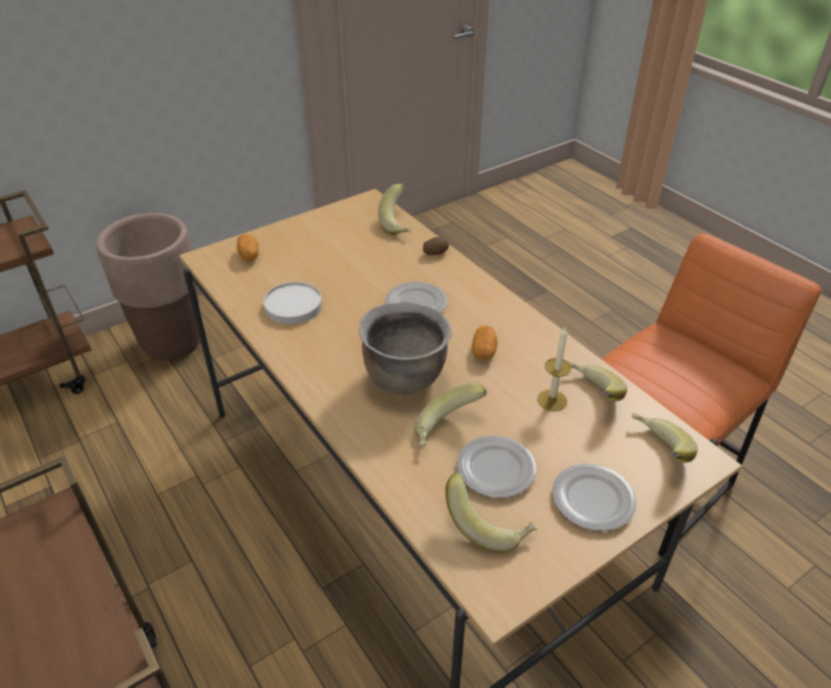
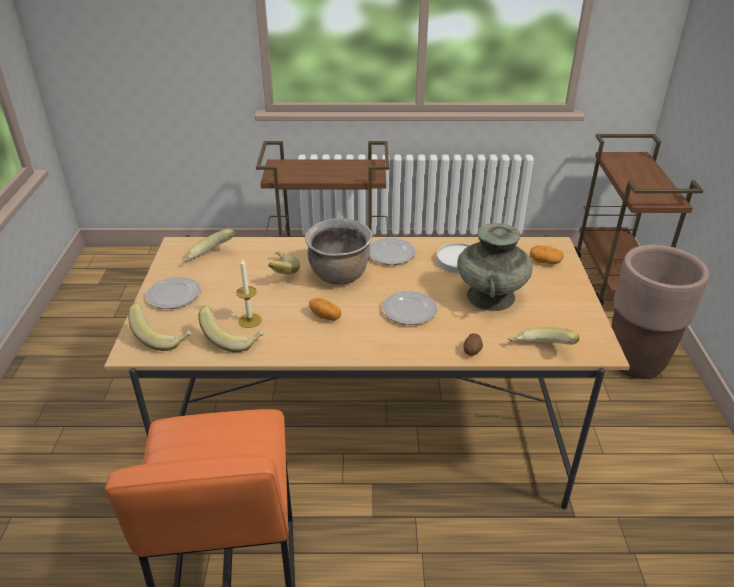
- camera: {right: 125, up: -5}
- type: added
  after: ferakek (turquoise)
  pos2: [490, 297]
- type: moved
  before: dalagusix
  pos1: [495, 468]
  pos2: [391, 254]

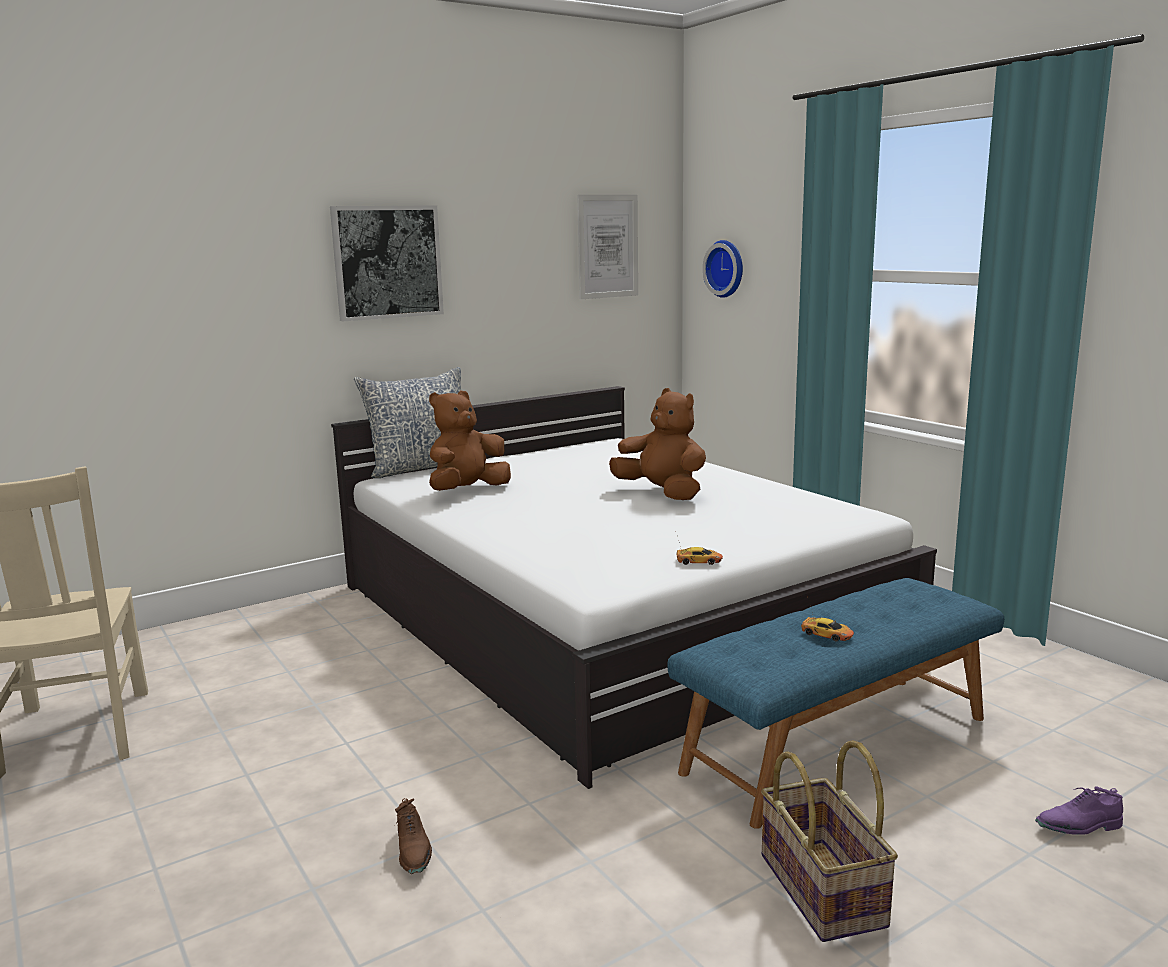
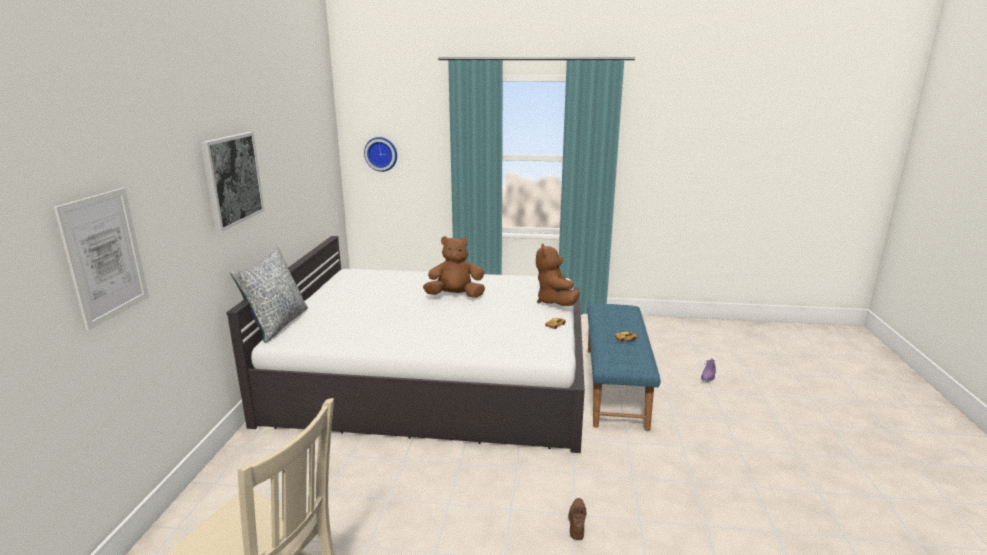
- camera: {right: -50, up: 5}
- type: removed
  before: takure
  pos1: [824, 890]
- type: moved
  before: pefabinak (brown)
  pos1: [467, 491]
  pos2: [555, 302]
- type: moved
  before: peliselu
  pos1: [608, 246]
  pos2: [105, 256]
- type: turned
  before: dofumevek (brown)
  pos1: [413, 852]
  pos2: [577, 522]
  turn: -105

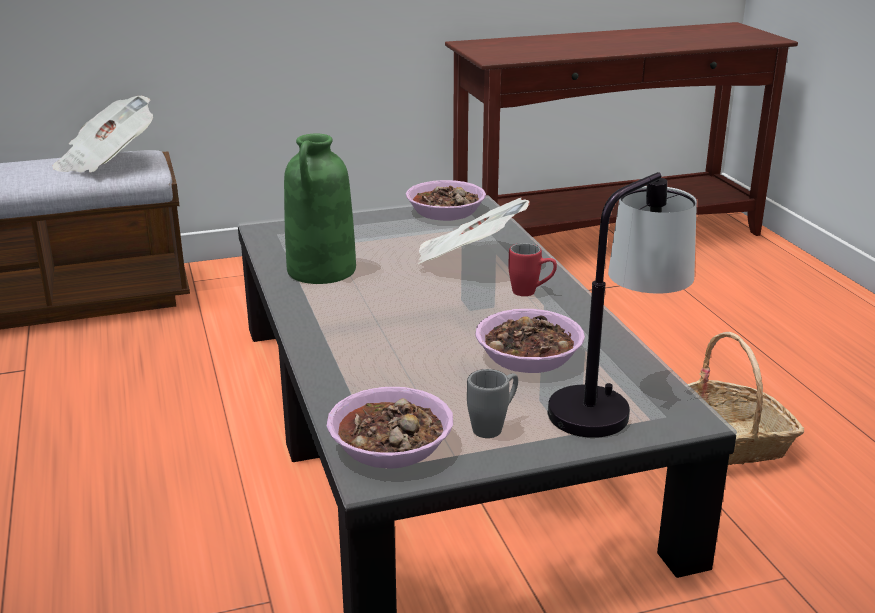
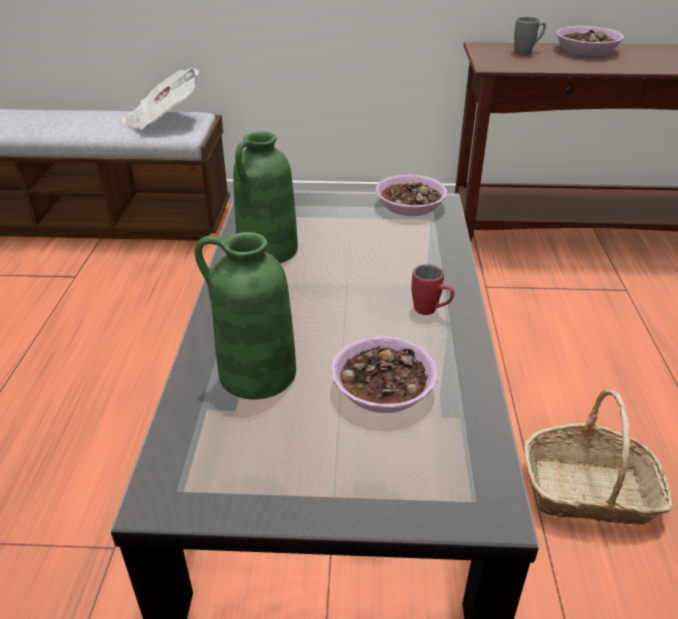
- camera: {right: 20, up: 10}
- type: removed
  before: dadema
  pos1: [468, 259]
- type: removed
  before: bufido
  pos1: [613, 401]
- type: added
  after: ferakek (green)
  pos2: [256, 374]
- type: moved
  before: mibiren
  pos1: [392, 444]
  pos2: [586, 50]
- type: moved
  before: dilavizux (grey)
  pos1: [494, 426]
  pos2: [527, 52]

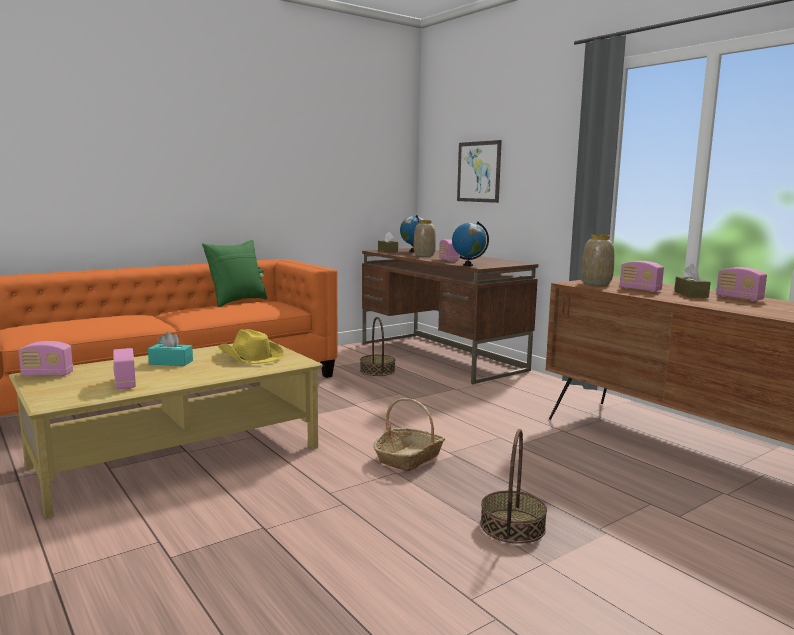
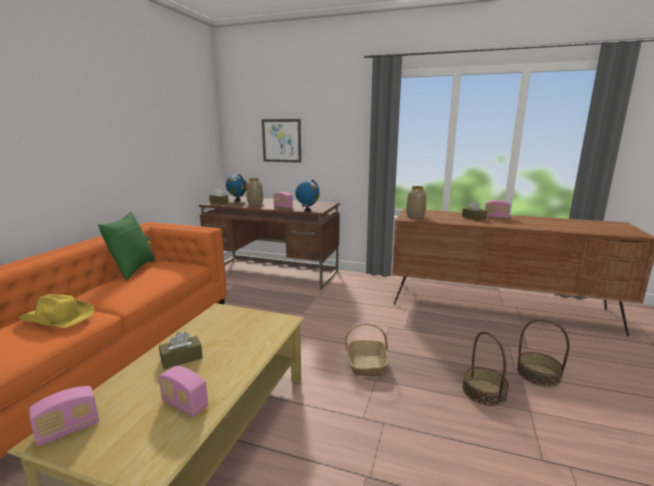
- camera: {right: -35, up: 5}
- type: removed
  before: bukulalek
  pos1: [640, 289]
- type: moved
  before: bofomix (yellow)
  pos1: [250, 356]
  pos2: [58, 318]
- type: moved
  before: takure
  pos1: [377, 371]
  pos2: [538, 374]
- type: recoloured
  before: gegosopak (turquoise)
  after: gegosopak (brown)
  pos1: [171, 362]
  pos2: [181, 359]

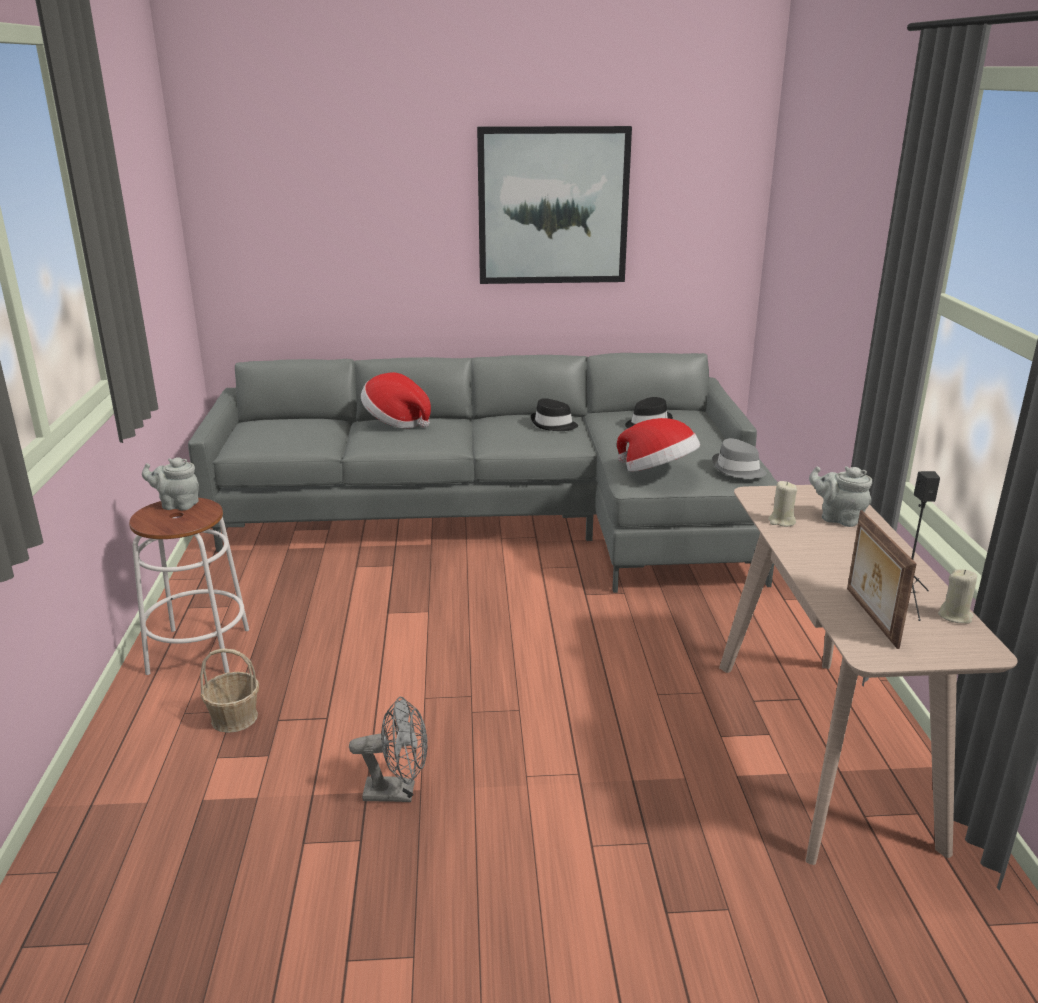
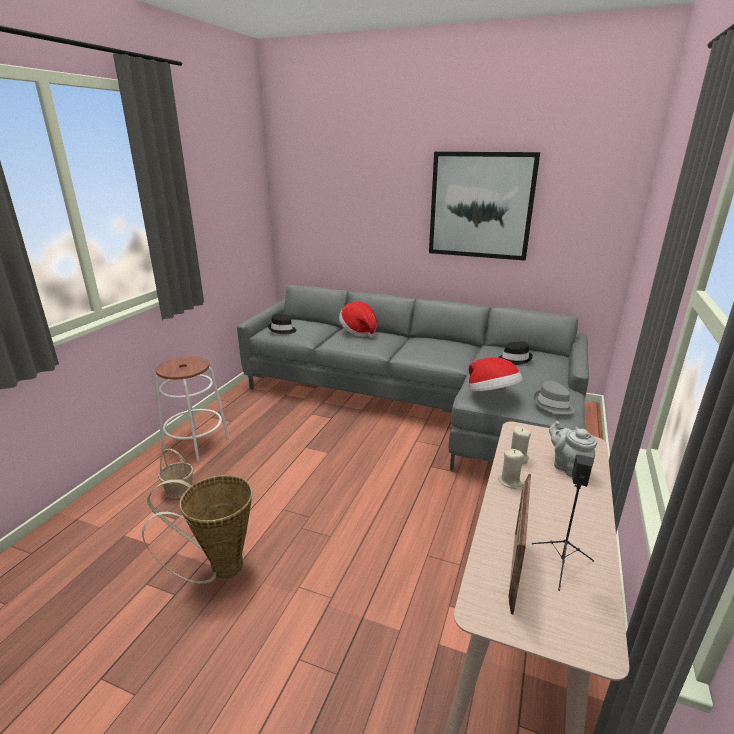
- camera: {right: 25, up: 0}
- type: removed
  before: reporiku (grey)
  pos1: [177, 505]
- type: moved
  before: bofomix (black)
  pos1: [553, 425]
  pos2: [282, 330]
- type: moved
  before: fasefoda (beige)
  pos1: [955, 616]
  pos2: [510, 482]
- type: replaced
  before: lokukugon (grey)
  after: takure
  pos1: [398, 792]
  pos2: [219, 569]

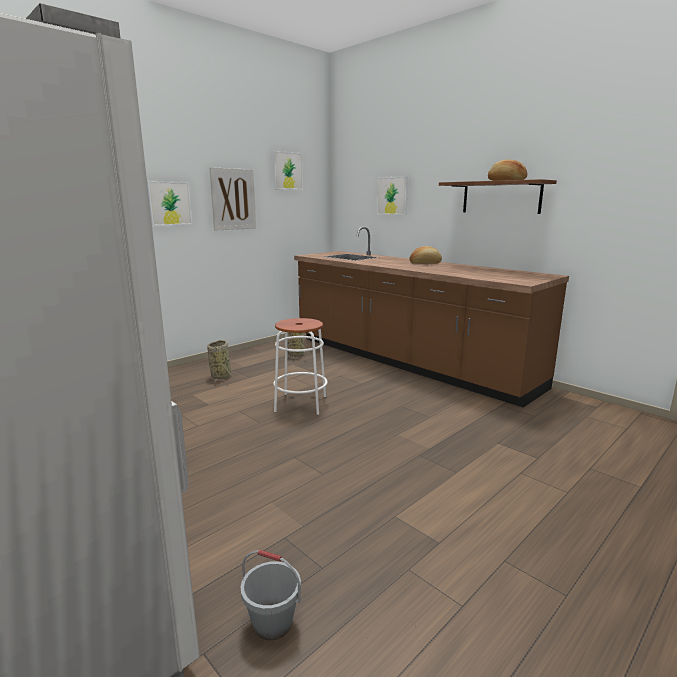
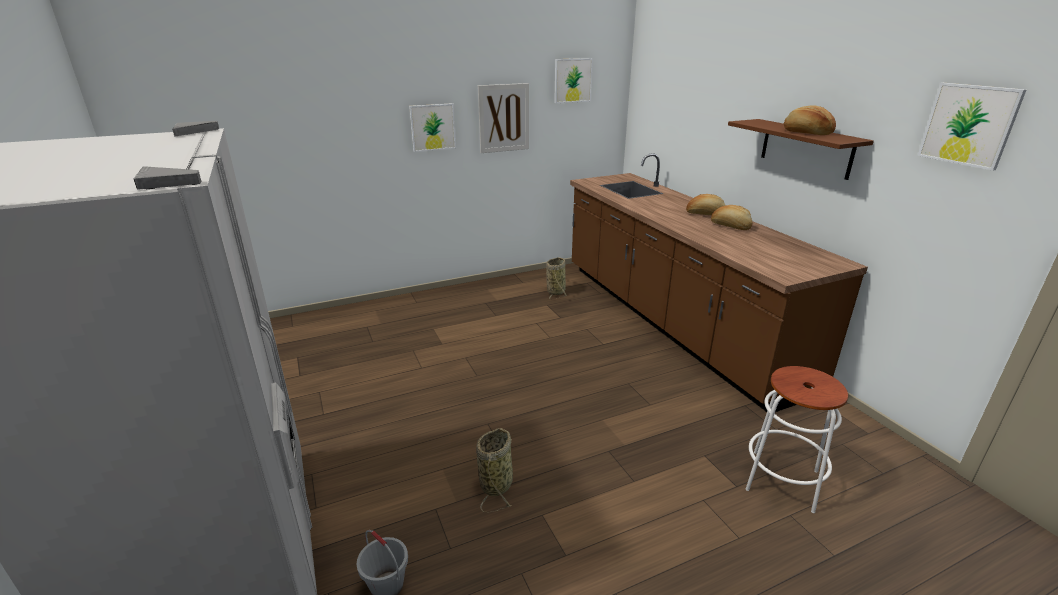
- camera: {right: 20, up: 10}
- type: added
  after: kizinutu
  pos2: [730, 226]
- type: moved
  before: takure
  pos1: [221, 376]
  pos2: [497, 483]
- type: moved
  before: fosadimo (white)
  pos1: [301, 403]
  pos2: [782, 480]
- type: moved
  before: peliselu
  pos1: [392, 196]
  pos2: [969, 125]

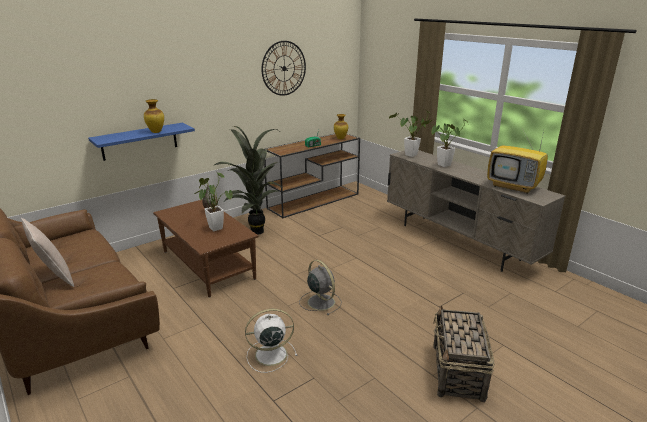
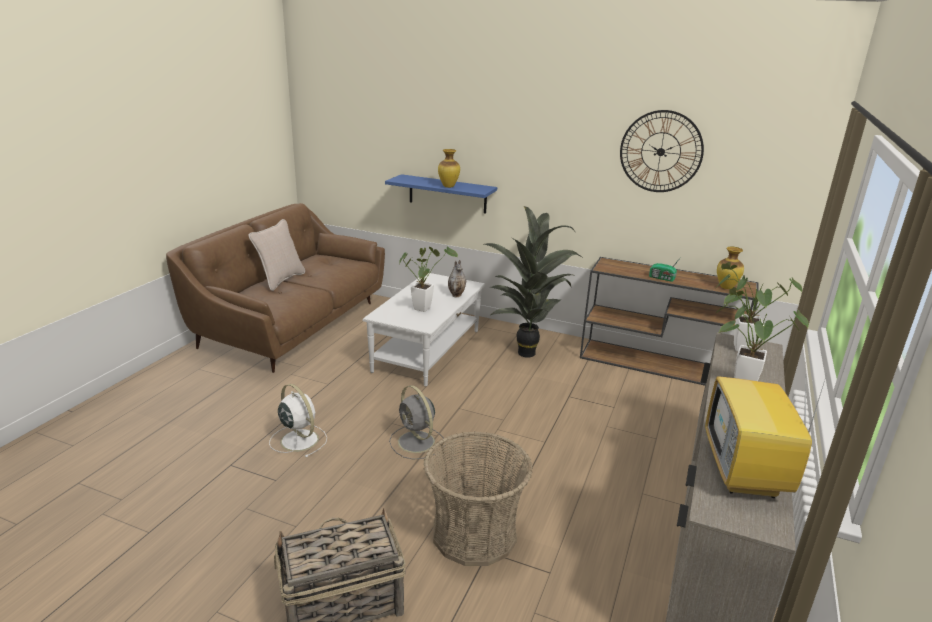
- camera: {right: 60, up: 0}
- type: added
  after: takure
  pos2: [474, 534]
- type: recoloured
  before: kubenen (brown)
  after: kubenen (white)
  pos1: [207, 264]
  pos2: [427, 350]
- type: turned
  before: lokukugon (grey)
  pos1: [320, 301]
  pos2: [417, 443]
  turn: 120

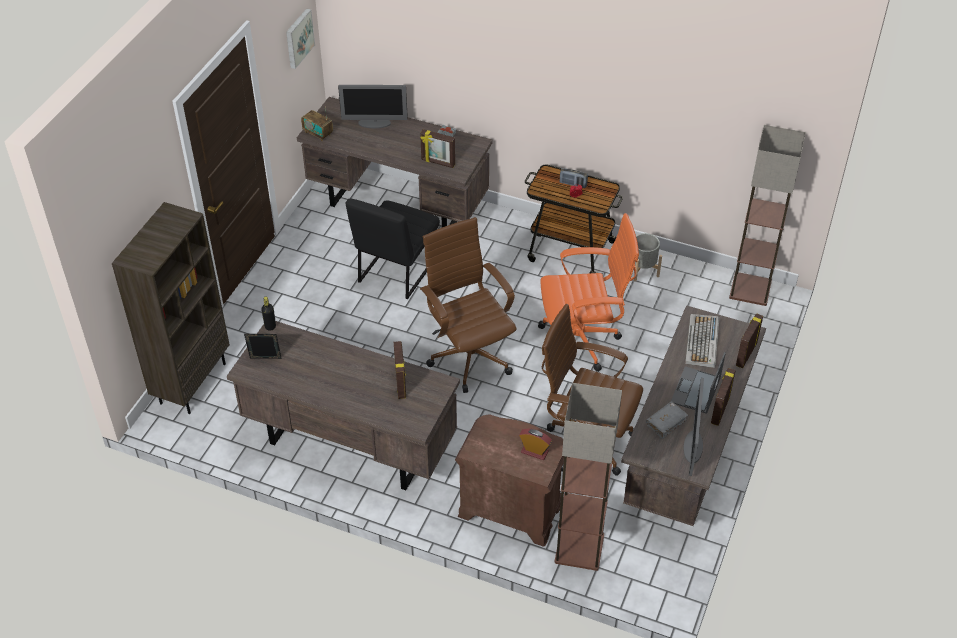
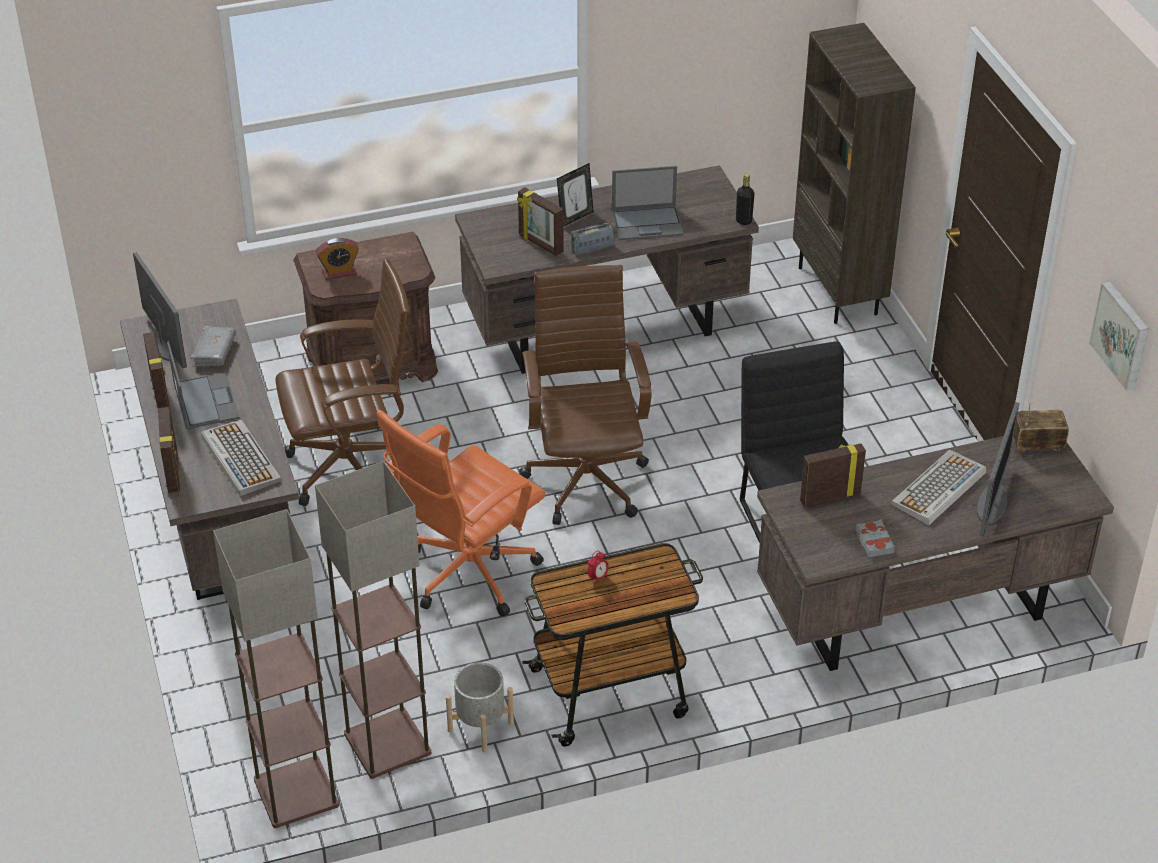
- camera: {right: 140, up: -5}
- type: added
  after: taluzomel
  pos2: [648, 223]
- type: added
  after: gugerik
  pos2: [938, 489]
- type: moved
  before: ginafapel
  pos1: [265, 360]
  pos2: [575, 218]
- type: moved
  before: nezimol
  pos1: [578, 549]
  pos2: [388, 742]
- type: moved
  before: bukulalek
  pos1: [573, 184]
  pos2: [592, 248]
- type: turned
  before: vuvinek
  pos1: [374, 123]
  pos2: [992, 504]
  turn: 150
- type: turned
  before: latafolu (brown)
  pos1: [469, 356]
  pos2: [585, 479]
  turn: -120

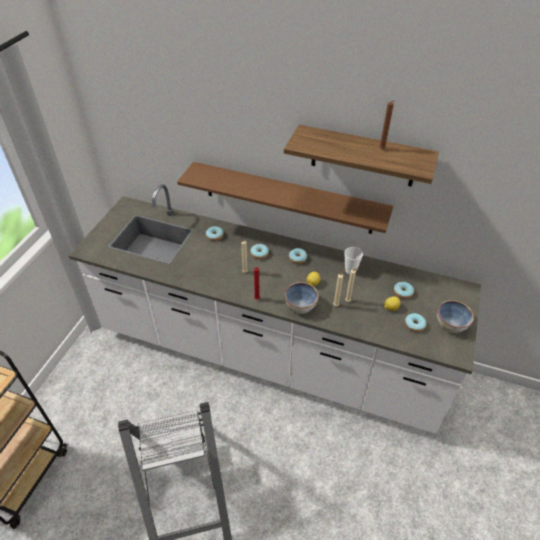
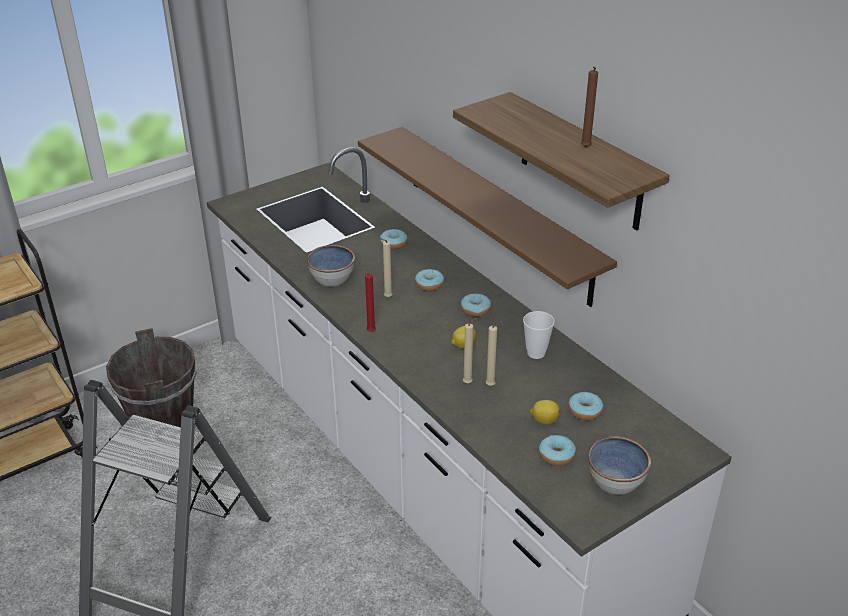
- camera: {right: 35, up: -10}
- type: added
  after: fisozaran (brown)
  pos2: [163, 422]
- type: moved
  before: mibiren
  pos1: [301, 306]
  pos2: [332, 279]

